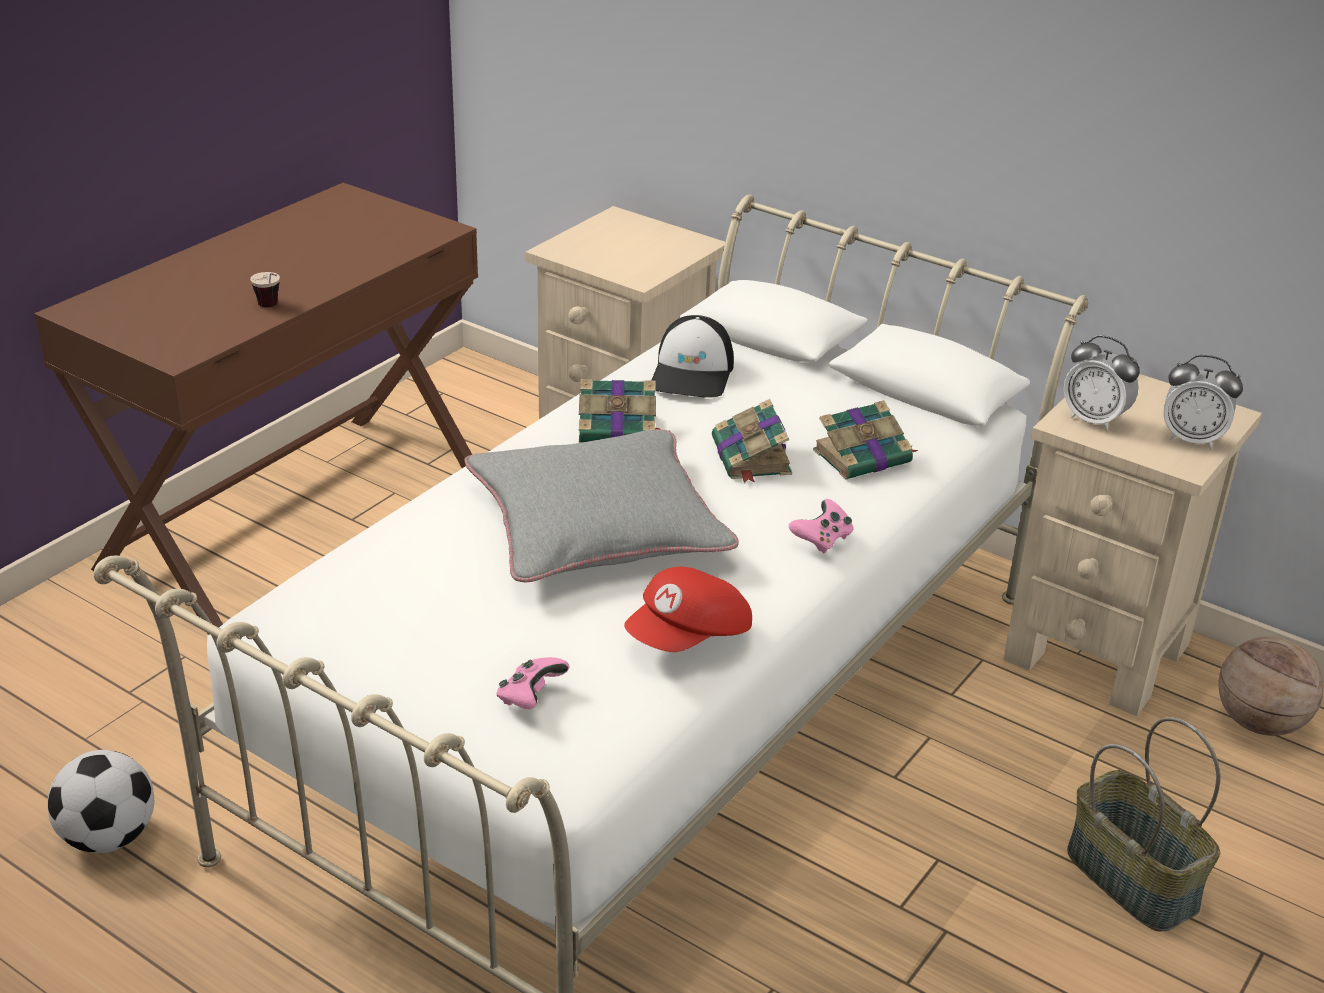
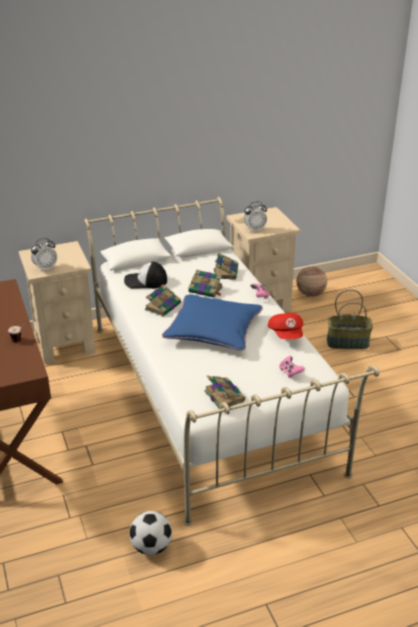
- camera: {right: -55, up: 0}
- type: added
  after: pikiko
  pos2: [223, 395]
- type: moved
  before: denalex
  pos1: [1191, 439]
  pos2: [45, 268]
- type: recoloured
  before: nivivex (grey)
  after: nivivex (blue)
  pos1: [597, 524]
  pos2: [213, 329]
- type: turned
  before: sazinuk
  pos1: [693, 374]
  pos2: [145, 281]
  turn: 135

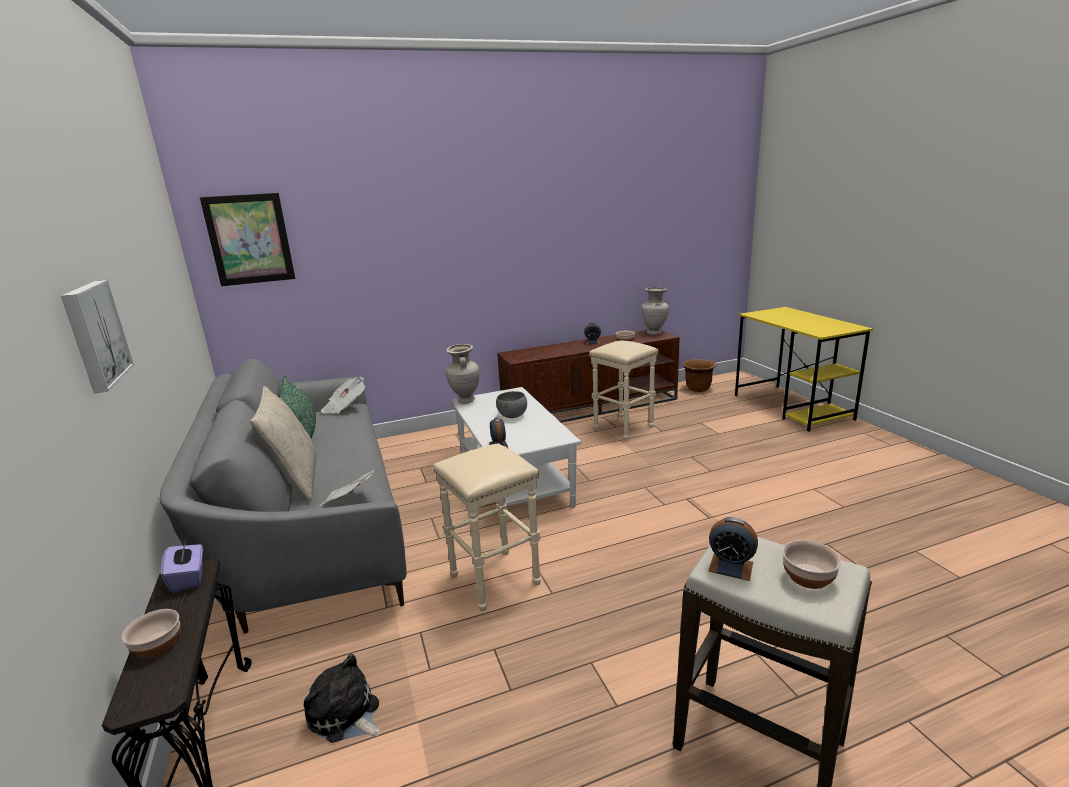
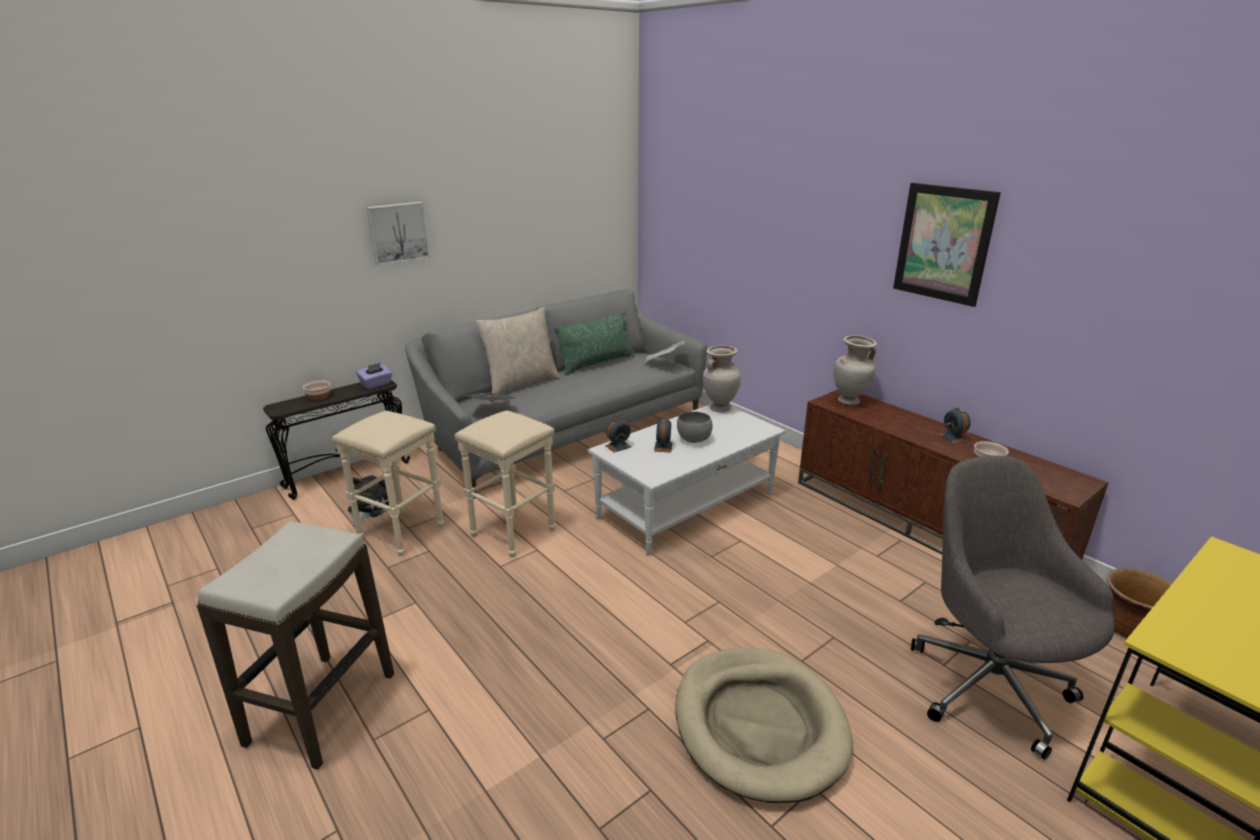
- camera: {right: 70, up: 5}
- type: removed
  before: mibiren
  pos1: [809, 577]
- type: added
  after: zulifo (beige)
  pos2: [759, 725]
- type: added
  after: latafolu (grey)
  pos2: [986, 687]
- type: moved
  before: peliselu
  pos1: [249, 239]
  pos2: [943, 243]
- type: moved
  before: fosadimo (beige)
  pos1: [622, 427]
  pos2: [401, 530]
- type: moved
  before: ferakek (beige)
  pos1: [654, 333]
  pos2: [849, 402]
- type: moved
  before: denalex
  pos1: [731, 566]
  pos2: [663, 447]

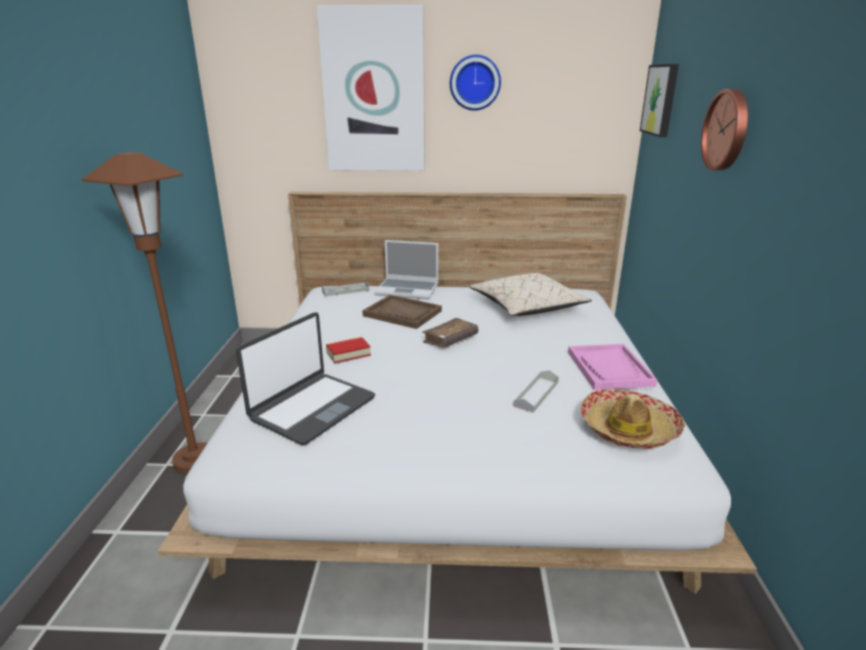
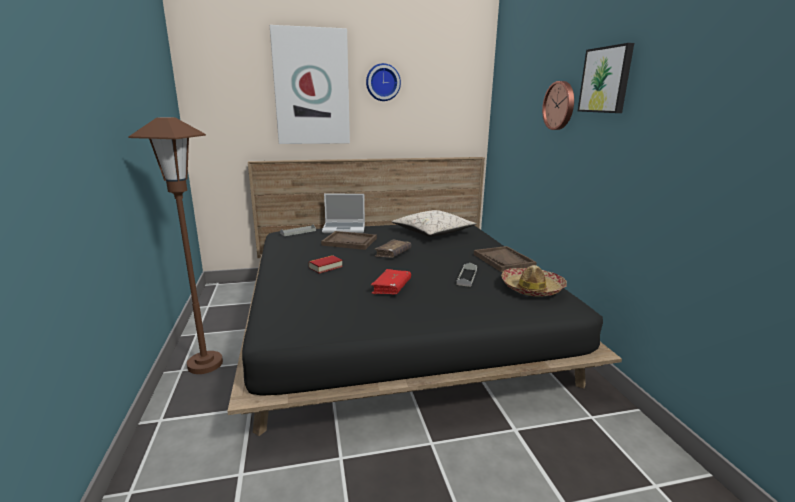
- camera: {right: -15, up: -5}
- type: removed
  before: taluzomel
  pos1: [312, 408]
- type: added
  after: pikiko (red)
  pos2: [391, 287]
- type: moved
  before: peliselu
  pos1: [661, 100]
  pos2: [606, 80]
- type: recoloured
  before: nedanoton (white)
  after: nedanoton (black)
  pos1: [452, 437]
  pos2: [397, 325]
- type: recoloured
  before: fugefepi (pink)
  after: fugefepi (brown)
  pos1: [609, 368]
  pos2: [503, 260]

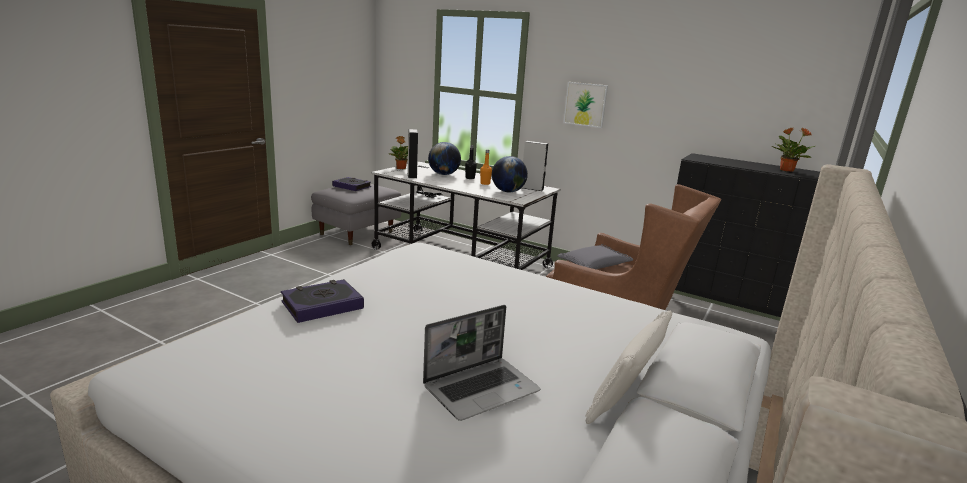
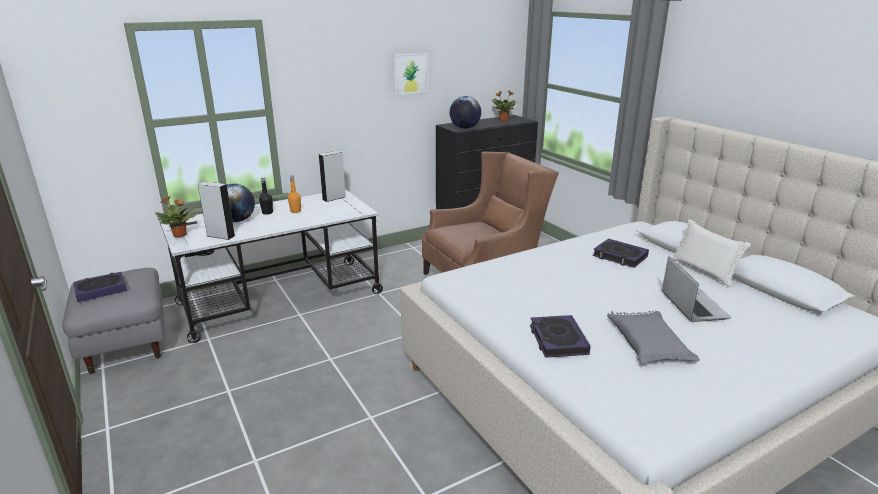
- camera: {right: -60, up: 5}
- type: added
  after: pikiko
  pos2: [619, 256]
- type: moved
  before: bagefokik
  pos1: [508, 191]
  pos2: [465, 128]
- type: moved
  before: nivivex (grey)
  pos1: [594, 263]
  pos2: [649, 342]
- type: moved
  before: peliselu
  pos1: [585, 104]
  pos2: [410, 73]

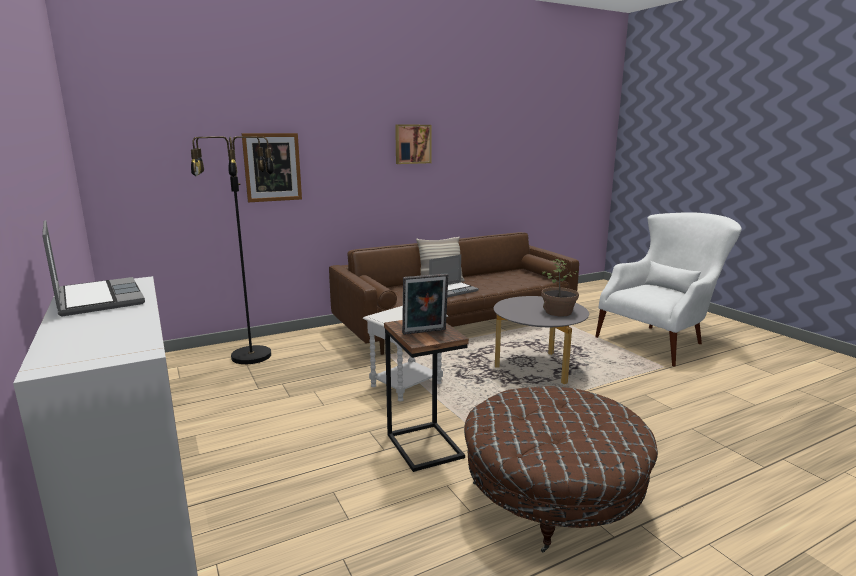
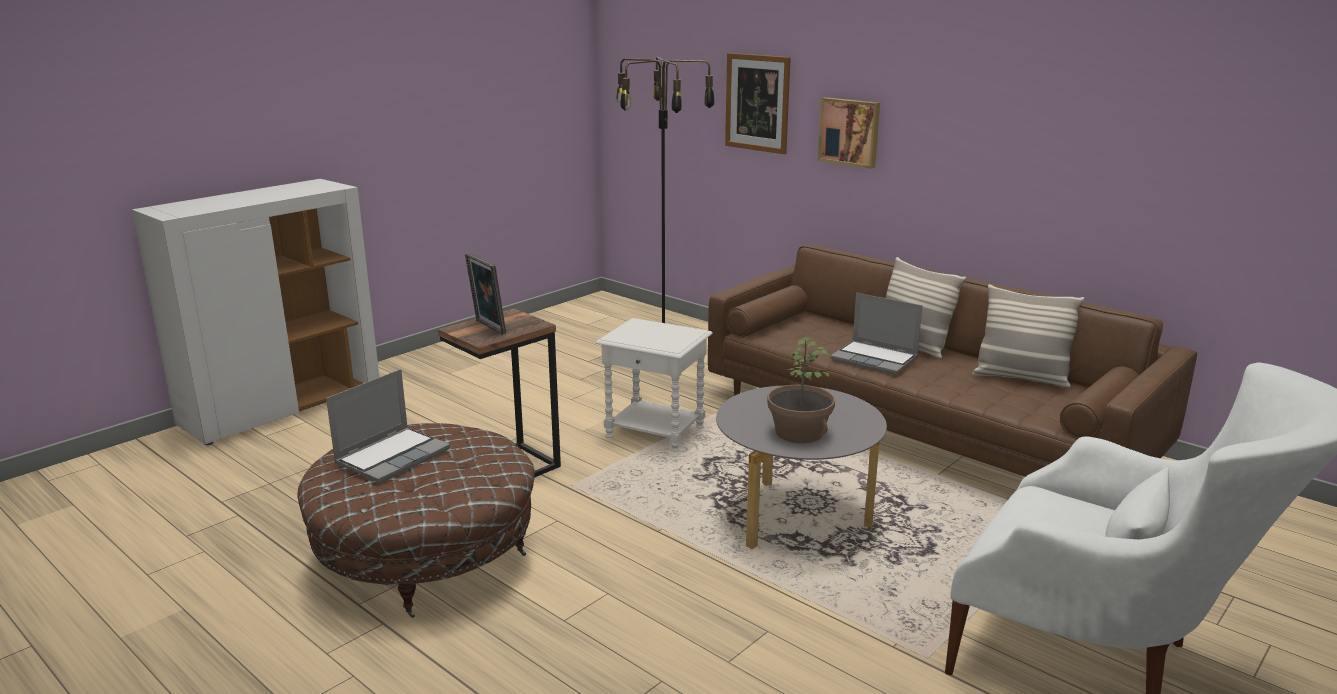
- camera: {right: 70, up: 5}
- type: added
  after: nivivex
  pos2: [1021, 378]
- type: moved
  before: taluzomel
  pos1: [97, 298]
  pos2: [393, 456]
- type: moved
  before: peliselu
  pos1: [412, 144]
  pos2: [850, 132]

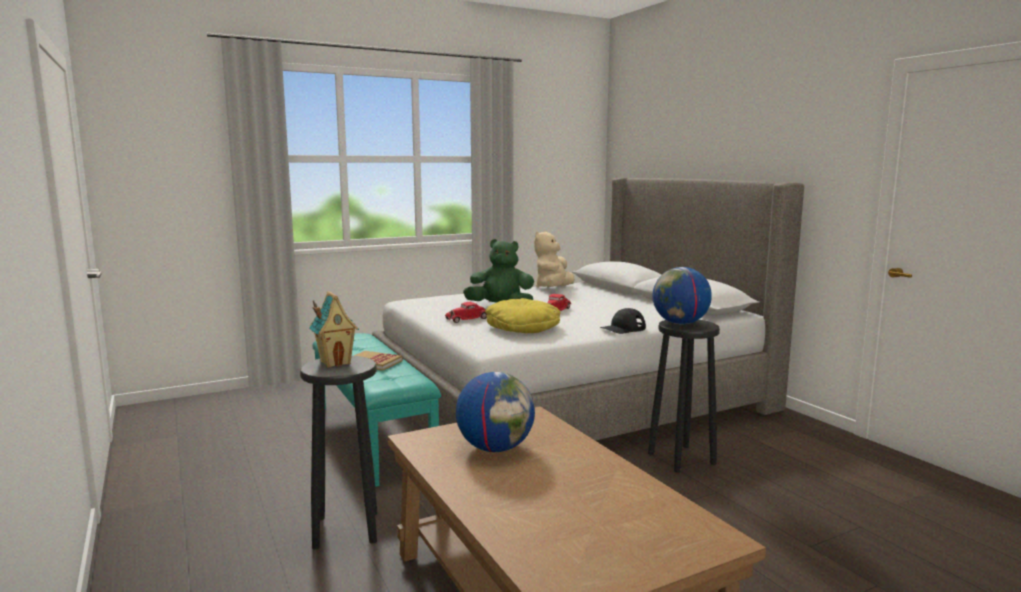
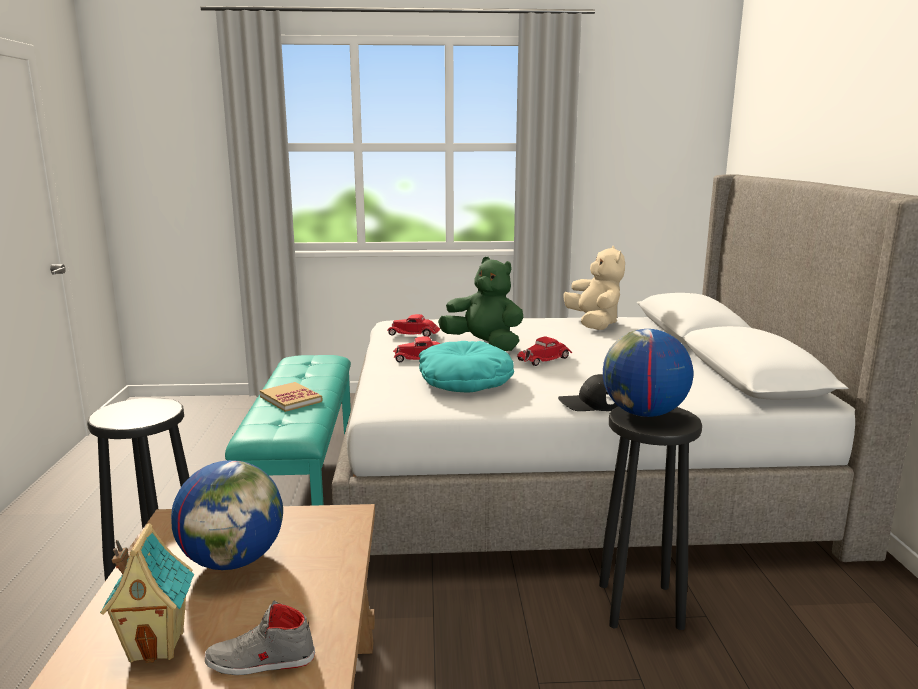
- camera: {right: 25, up: 5}
- type: added
  after: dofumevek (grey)
  pos2: [260, 661]
- type: added
  after: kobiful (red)
  pos2: [414, 333]
- type: moved
  before: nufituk
  pos1: [335, 362]
  pos2: [158, 645]
- type: recoloured
  before: nivivex (yellow)
  after: nivivex (turquoise)
  pos1: [524, 328]
  pos2: [466, 381]
- type: turned
  before: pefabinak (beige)
  pos1: [553, 288]
  pos2: [594, 323]
  turn: 120

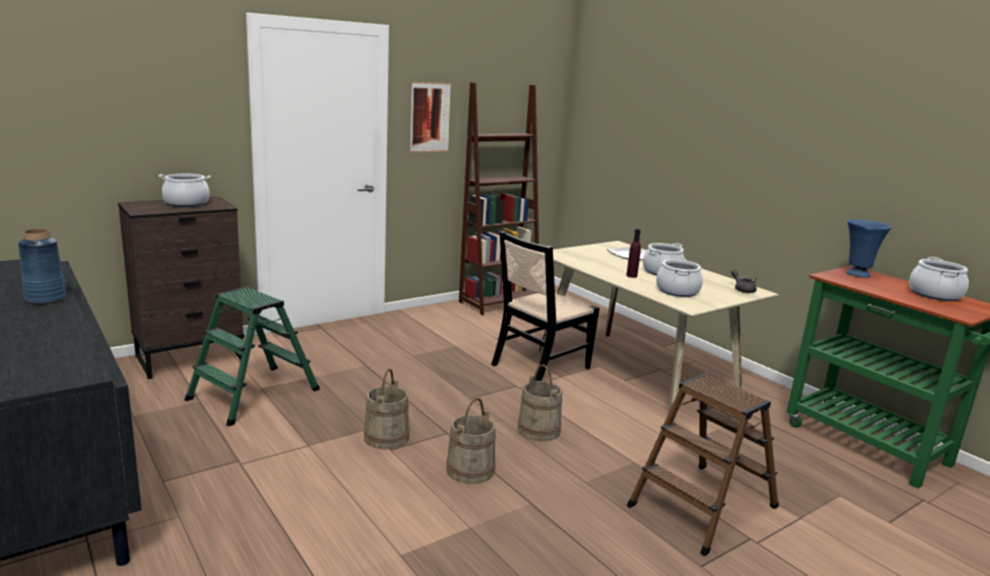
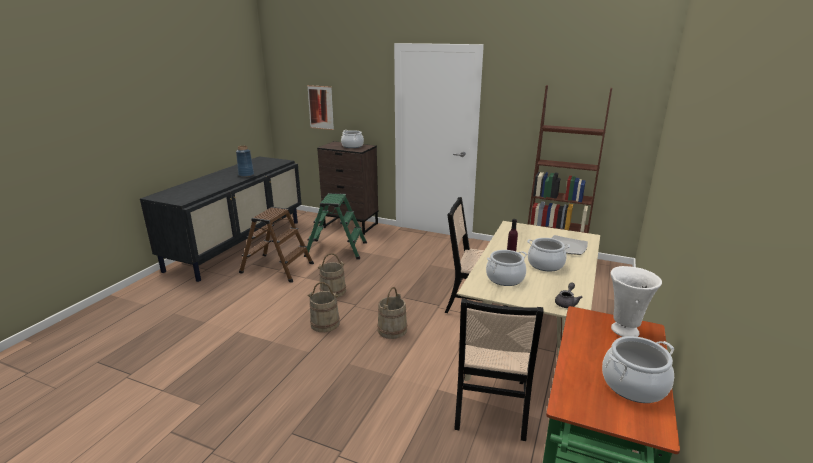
- camera: {right: 60, up: 5}
- type: added
  after: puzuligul
  pos2: [491, 405]
- type: moved
  before: peliselu
  pos1: [430, 117]
  pos2: [321, 107]
- type: moved
  before: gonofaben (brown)
  pos1: [703, 506]
  pos2: [277, 268]
- type: recoloured
  before: ferakek (blue)
  after: ferakek (white)
  pos1: [856, 274]
  pos2: [623, 330]

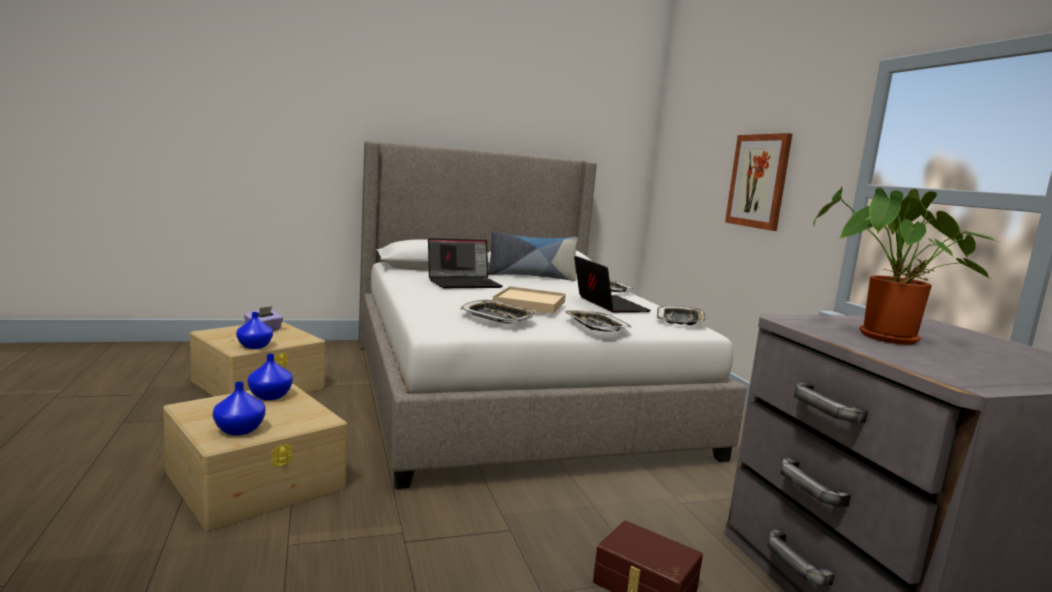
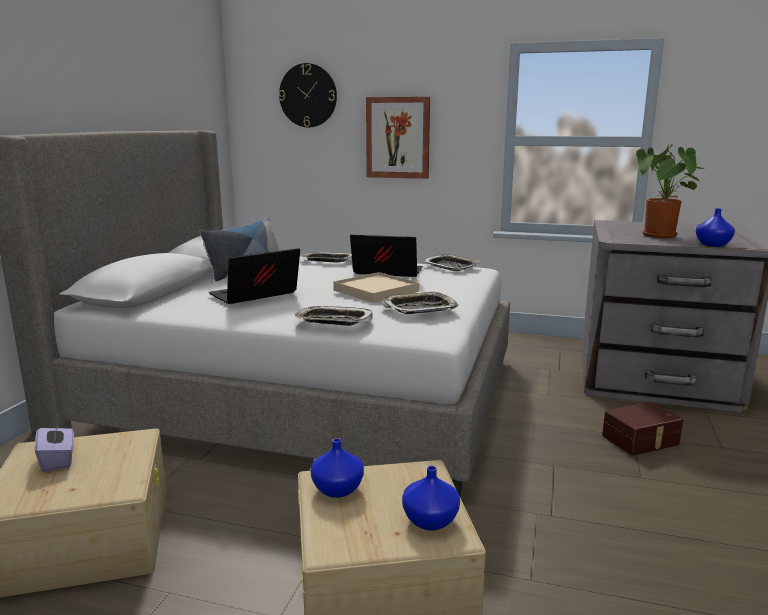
- camera: {right: -55, up: 5}
- type: added
  after: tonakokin
  pos2: [308, 95]
- type: moved
  before: ferakek (blue)
  pos1: [254, 346]
  pos2: [713, 245]
- type: moved
  before: fugefepi
  pos1: [595, 326]
  pos2: [333, 321]
- type: turned
  before: taluzomel
  pos1: [464, 283]
  pos2: [254, 295]
  turn: -135

